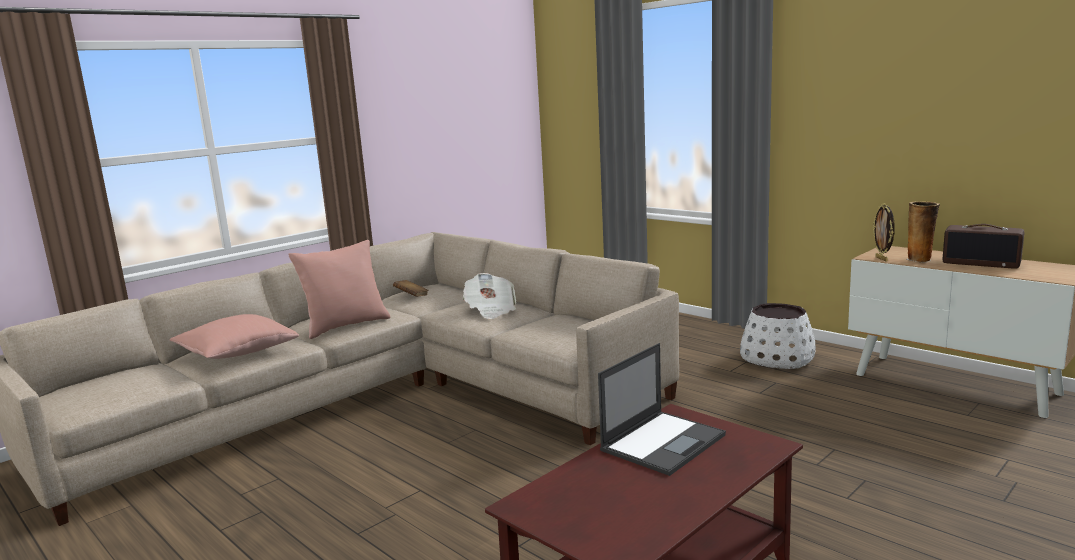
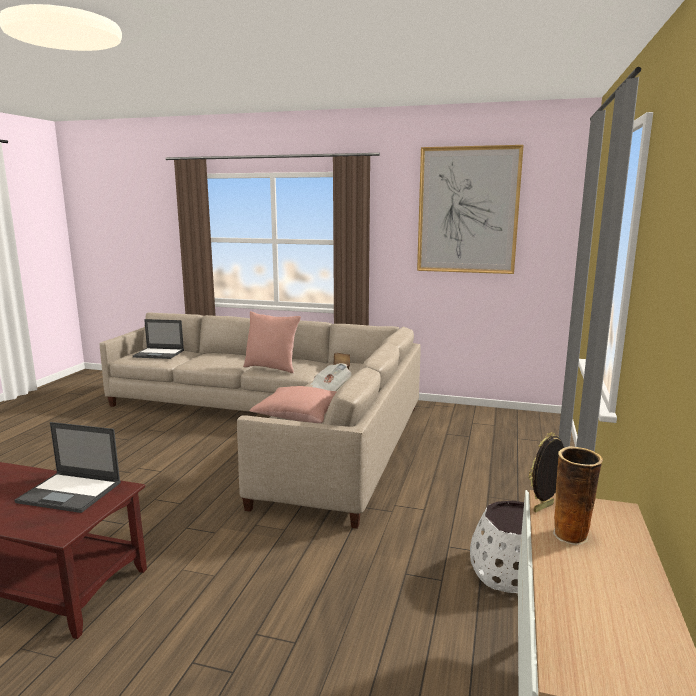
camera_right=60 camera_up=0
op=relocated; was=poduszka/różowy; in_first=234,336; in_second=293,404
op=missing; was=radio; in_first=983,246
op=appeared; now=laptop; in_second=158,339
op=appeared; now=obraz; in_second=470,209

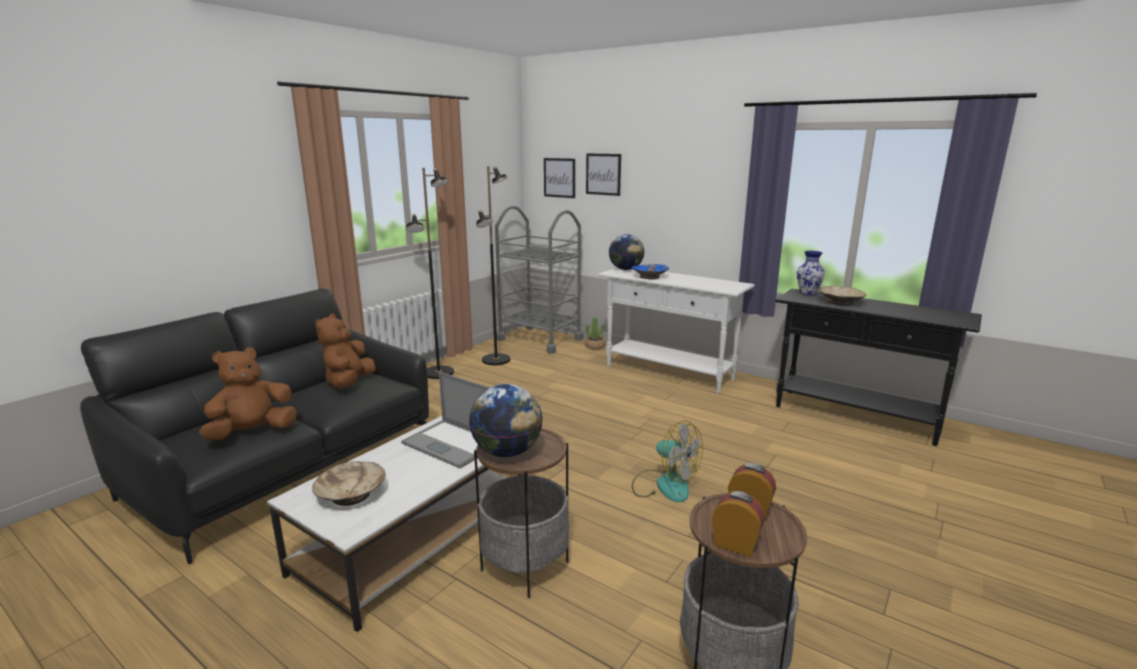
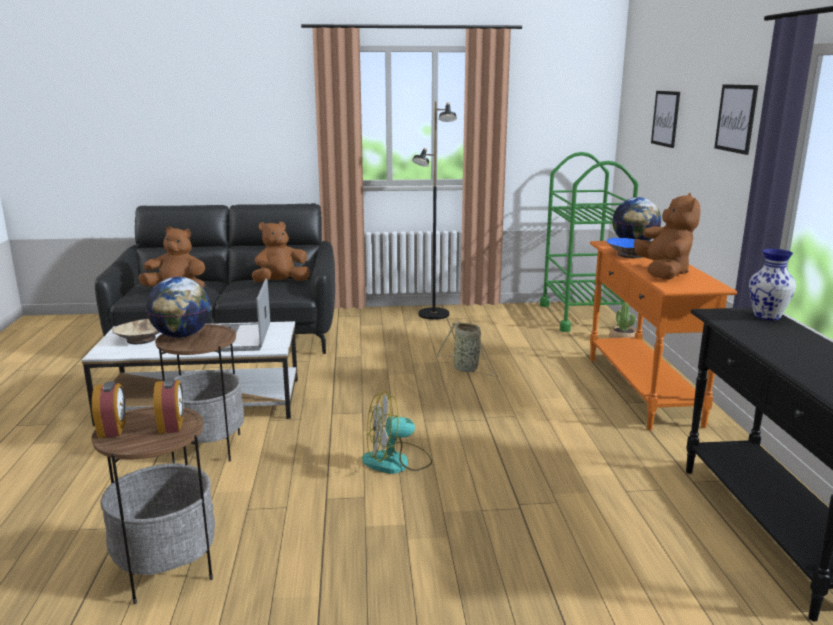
camera_right=50 camera_up=0
op=missing; was=lampa stojąca/czarny; in_first=493,265
op=colour; was=wózek/szary; now=wózek/zielony; in_first=539,280; in_second=589,242
op=relocated; was=obraz; in_first=559,178; in_second=736,119
op=colour; was=stolik konsolowy/biały; now=stolik konsolowy/pomarańczowy; in_first=676,330; in_second=663,335
op=spun; was=wentylator; in_first=667,461; in_second=397,432; clockwise=75
op=missing; was=miska/beżowy; in_first=842,296
op=appeared; now=koszyk; in_second=467,349
op=appeared; now=pluszak/brązowy; in_second=667,236

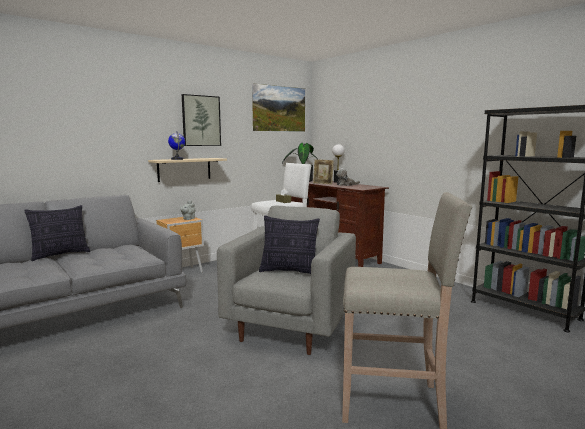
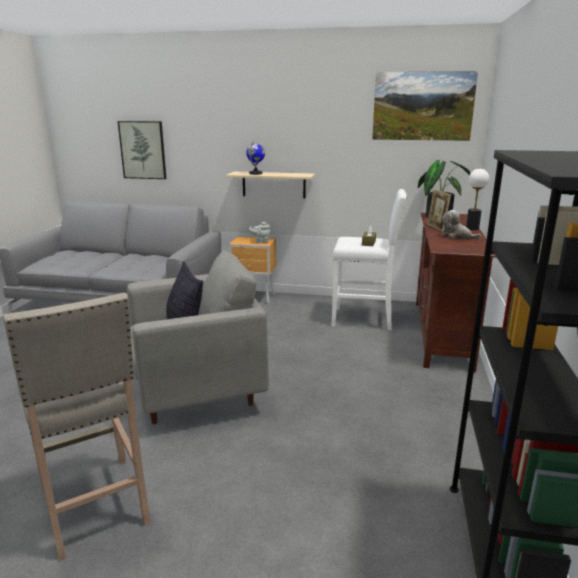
camera_right=50 camera_up=10
op=missing; was=poduszka; in_first=57,233
op=relocated; was=obraz; in_first=201,120; in_second=142,150

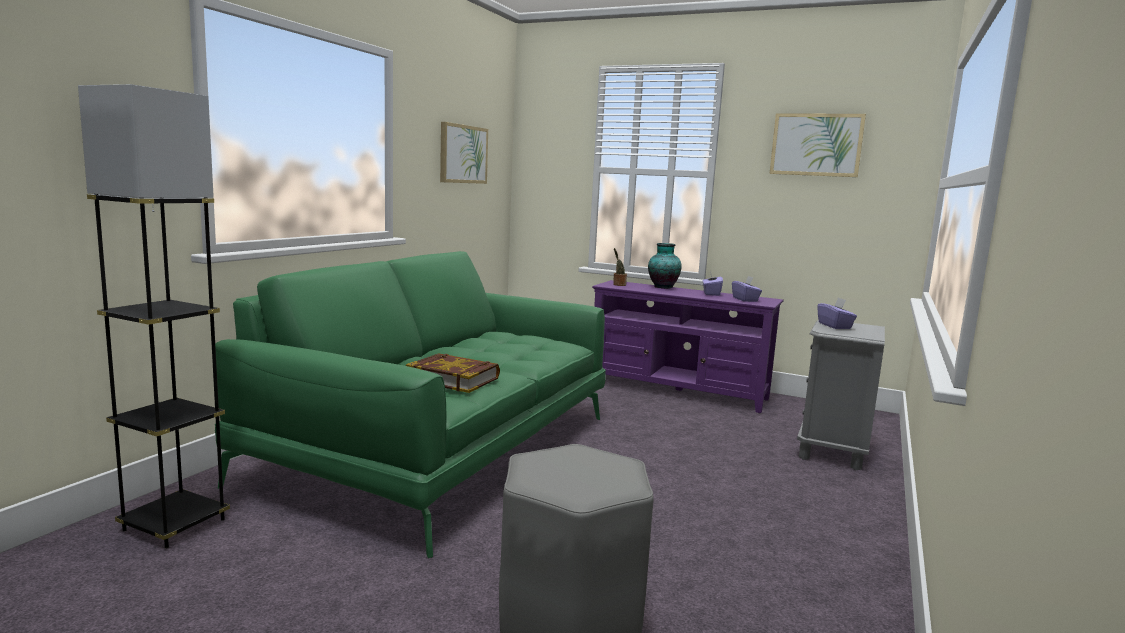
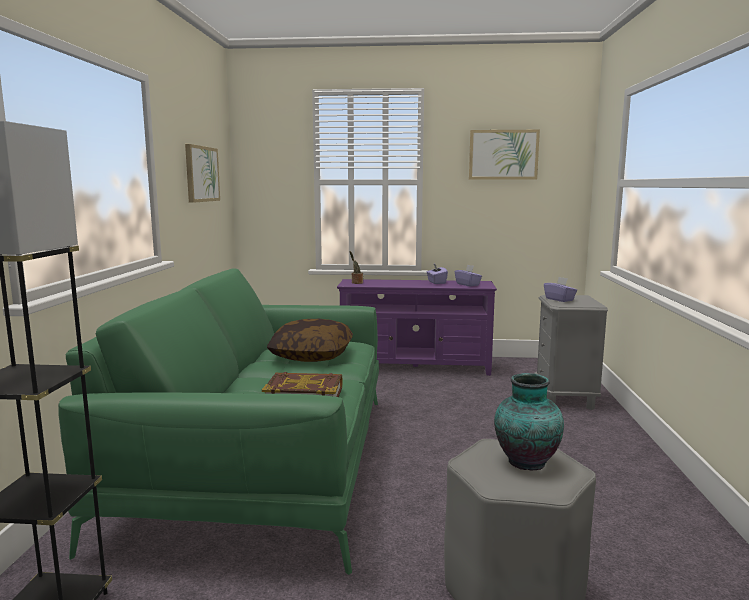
camera_right=-20 camera_up=0
op=relocated; was=wazon; in_first=665,266; in_second=529,421
op=appeared; now=poduszka; in_second=310,340

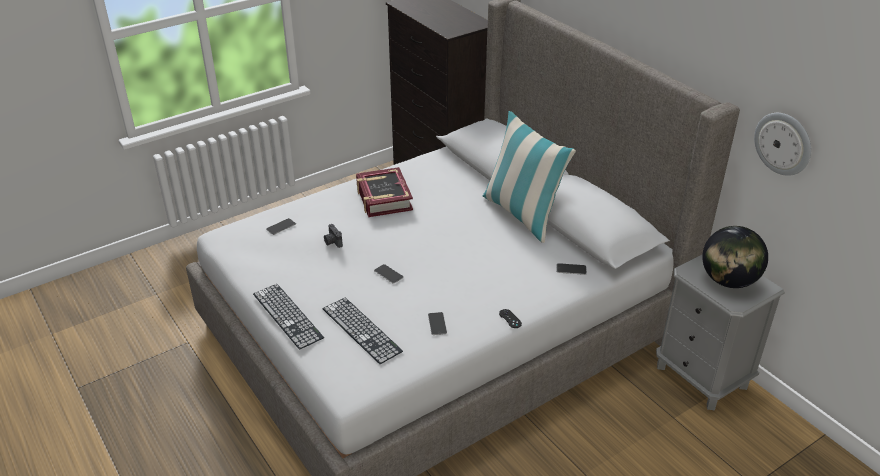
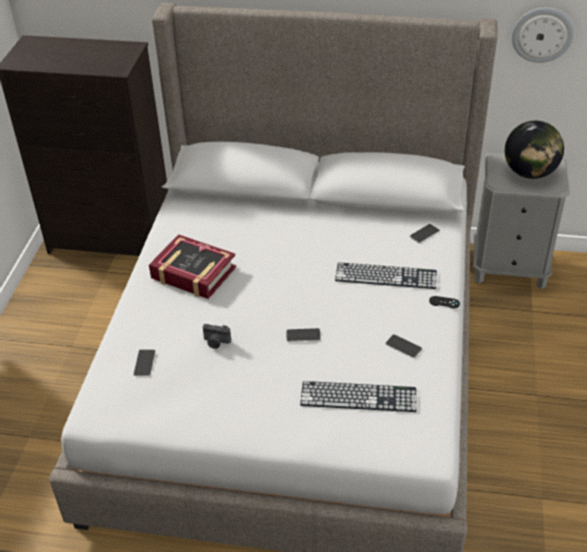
camera_right=-45 camera_up=5
op=relocated; was=klawiatura; in_first=288,317; in_second=386,275
op=missing; was=poduszka; in_first=529,177

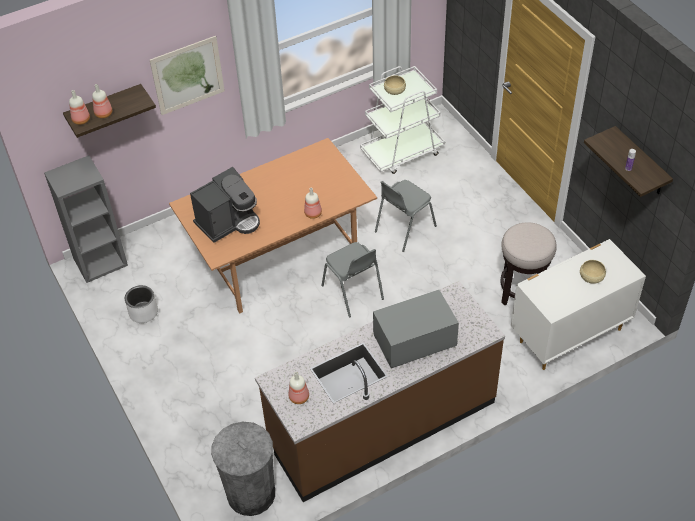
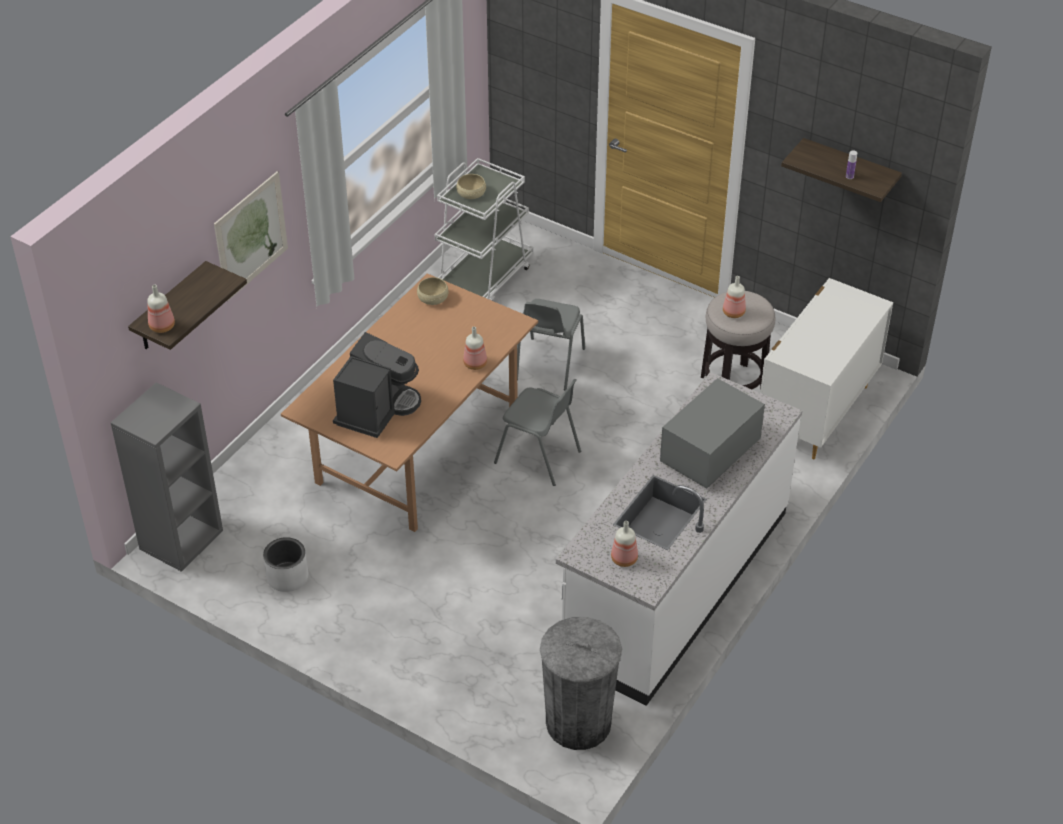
camera_right=-30 camera_up=-5
op=relocated; was=butelka; in_first=102,101; in_second=734,297
op=colour; was=zabudowa kuchenna/brązowy; now=zabudowa kuchenna/biały; in_first=380,391; in_second=679,539
op=relocated; was=miska/beżowy; in_first=593,272; in_second=433,291

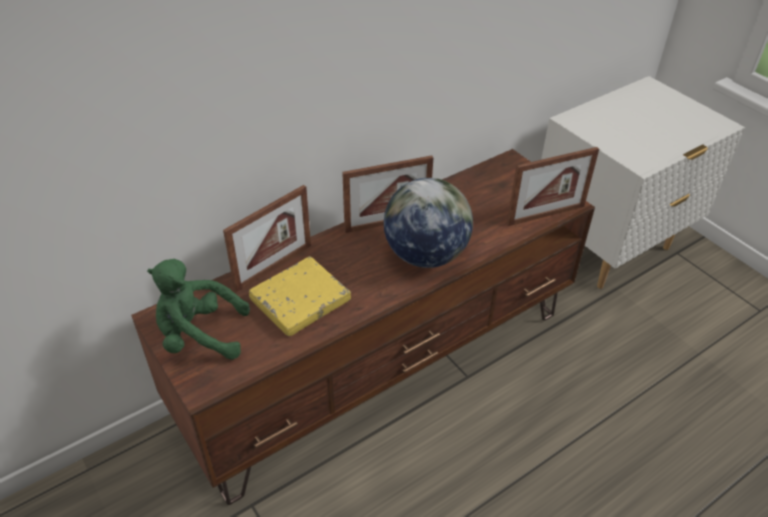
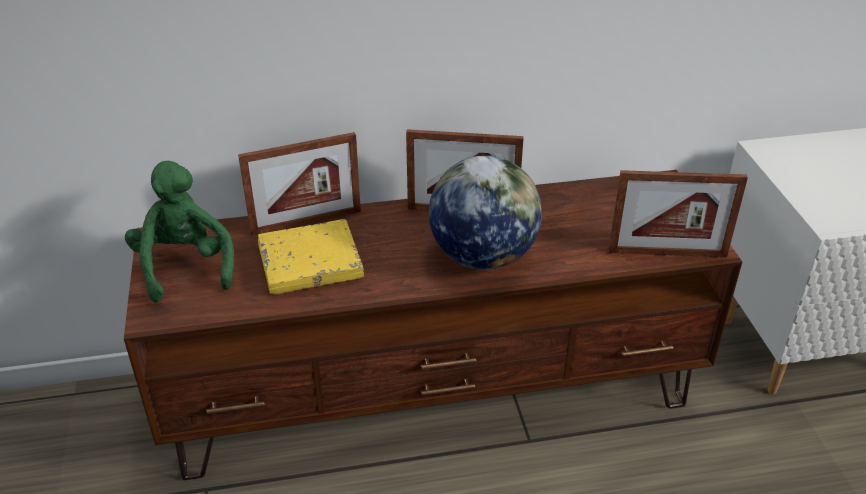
camera_right=25 camera_up=-5
op=spun; was=pluszak/zielony; in_first=198,309; in_second=179,231; clockwise=45

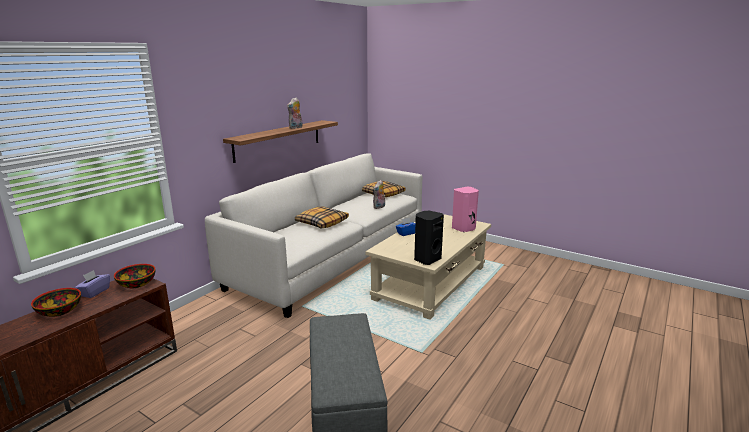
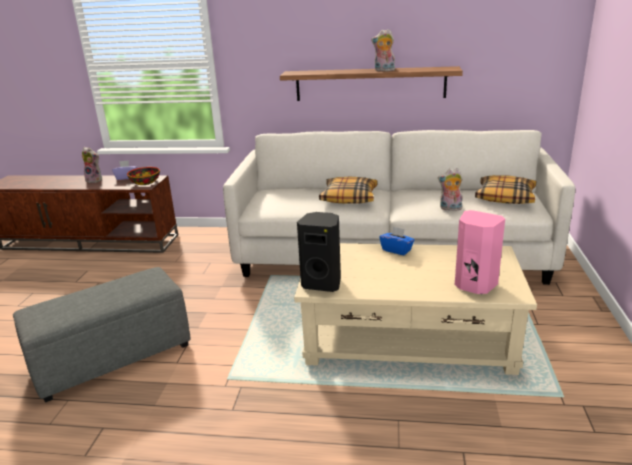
camera_right=65 camera_up=5
op=exchanged; was=miska; now=pluszak; in_first=56,302; in_second=92,165

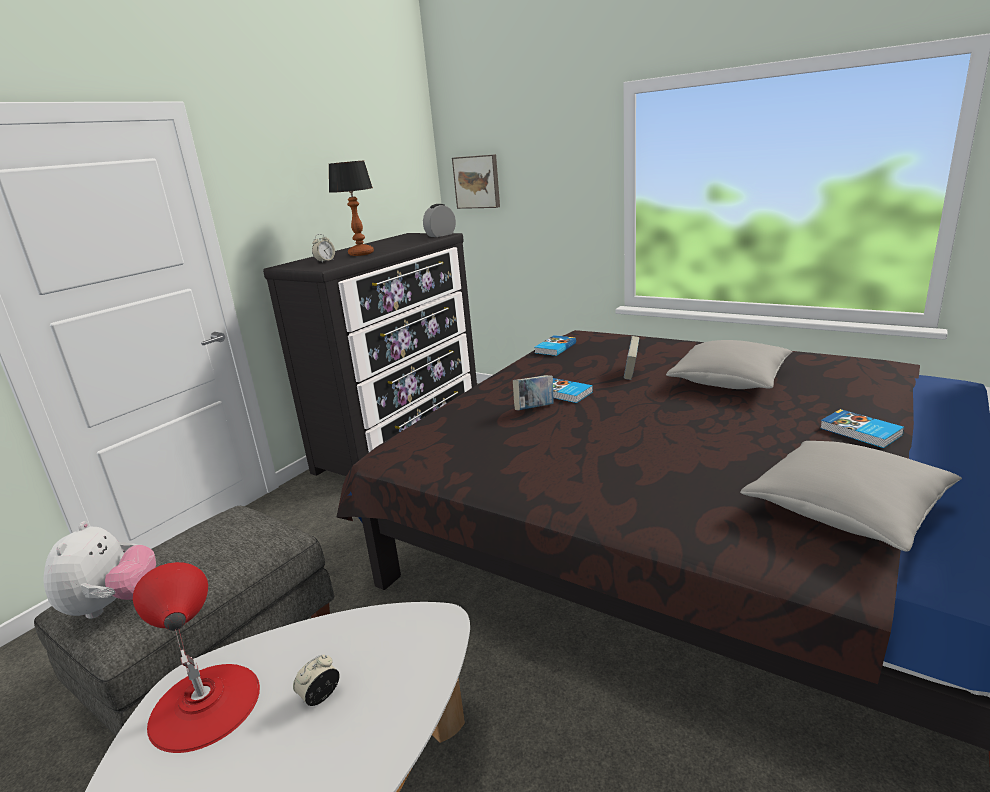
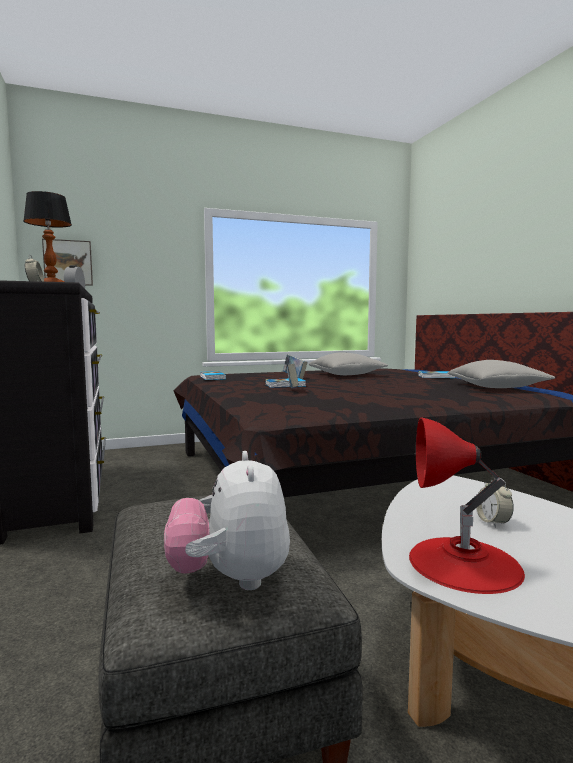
camera_right=-55 camera_up=-15
op=spun; was=pluszak; in_first=99,570; in_second=227,520; clockwise=-135

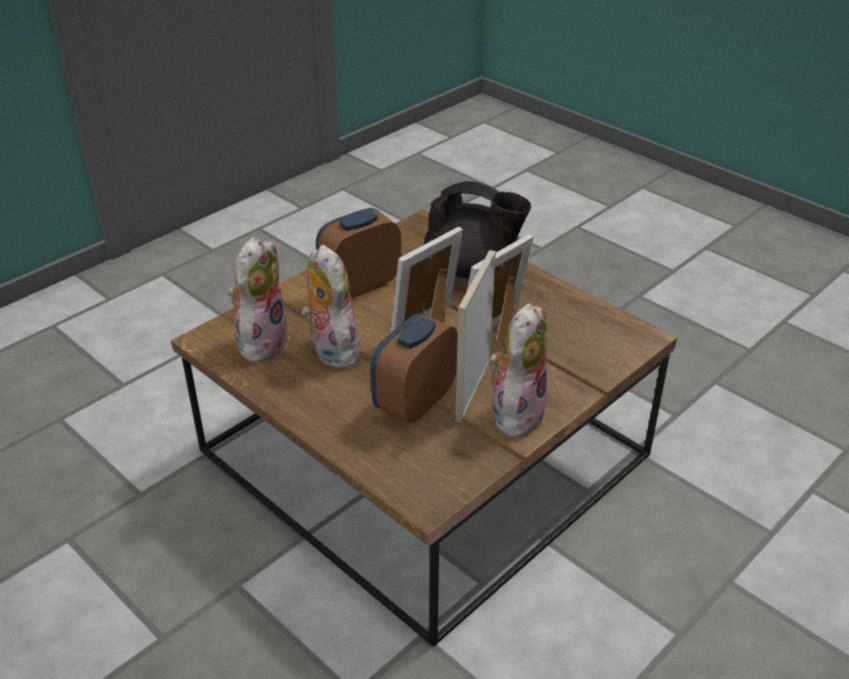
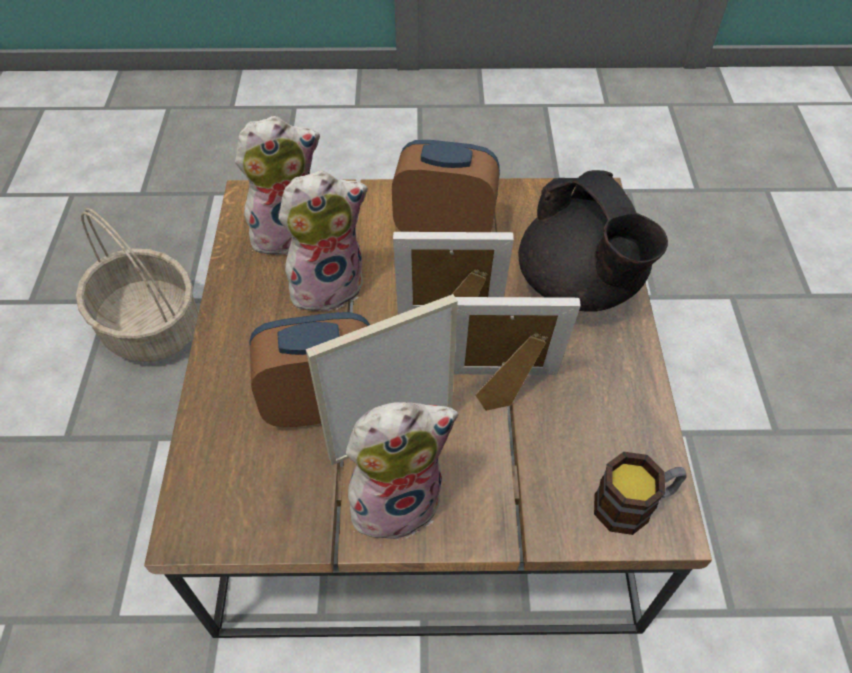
camera_right=45 camera_up=15
op=spun; was=pluszak; in_first=330,306; in_second=323,240; clockwise=45
op=appeared; now=koszyk; in_second=137,285
op=appeared; now=kubek; in_second=640,493

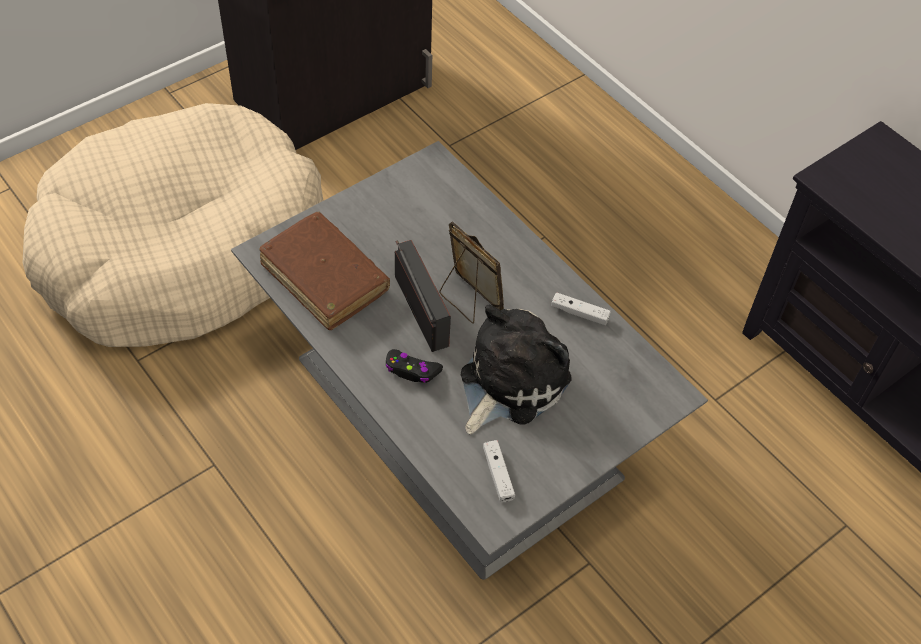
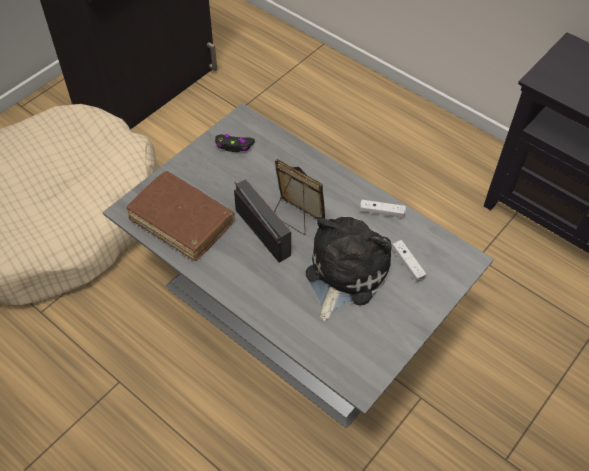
camera_right=-10 camera_up=0
op=relocated; was=pad do gier/czarny; in_first=414,366; in_second=235,143
op=relocated; was=pad do gier/biały; in_first=499,471; in_second=409,261

